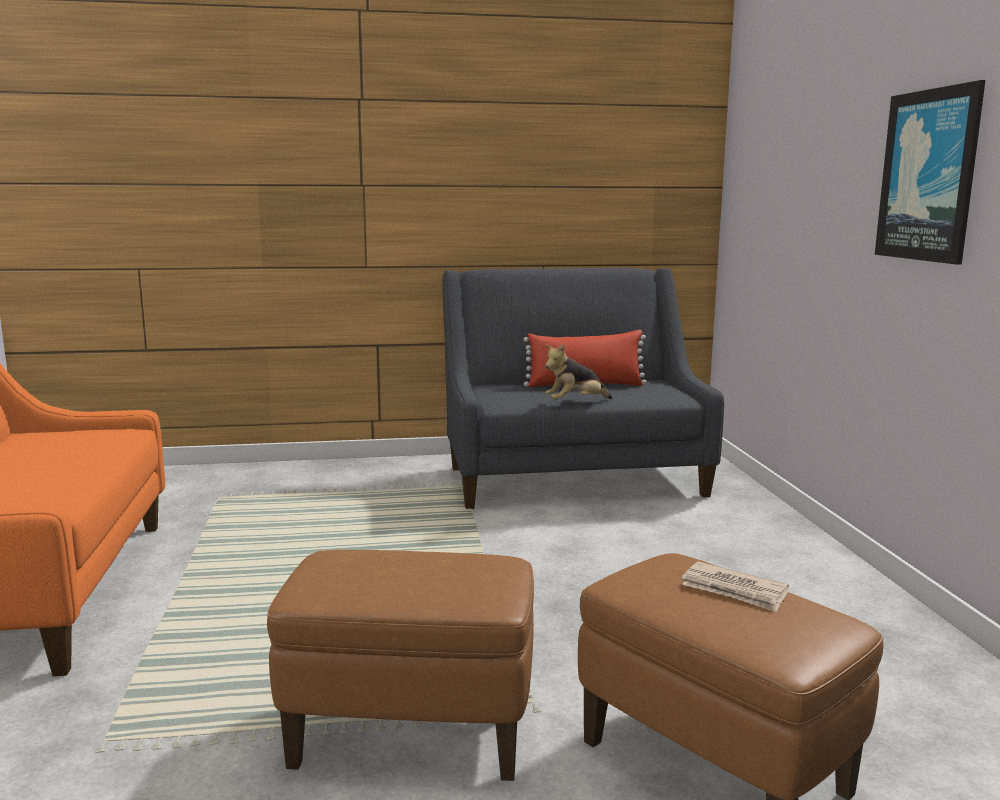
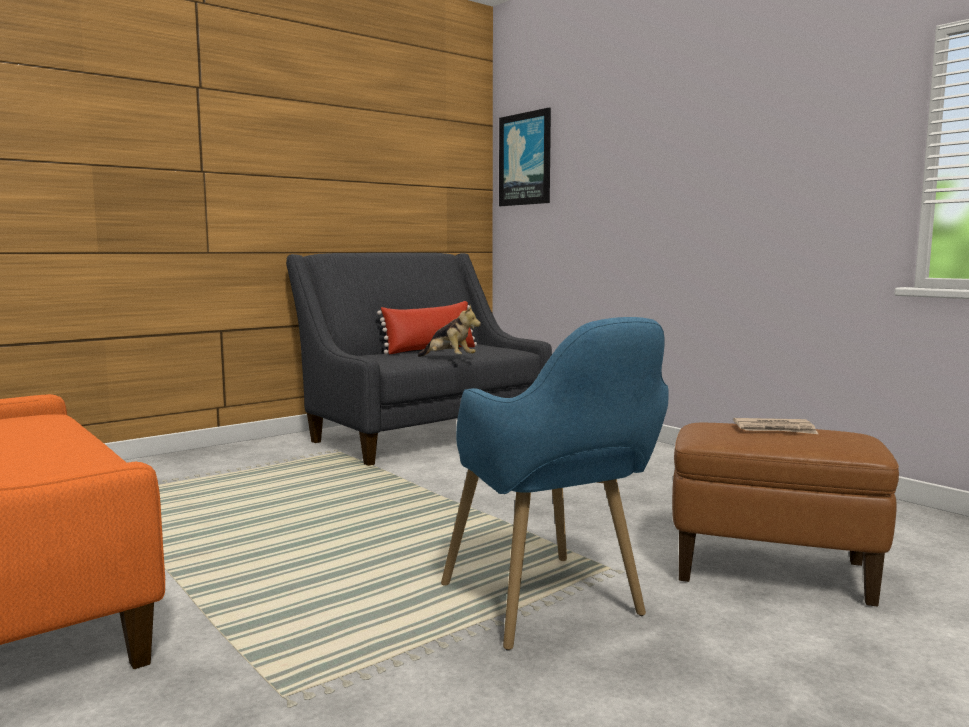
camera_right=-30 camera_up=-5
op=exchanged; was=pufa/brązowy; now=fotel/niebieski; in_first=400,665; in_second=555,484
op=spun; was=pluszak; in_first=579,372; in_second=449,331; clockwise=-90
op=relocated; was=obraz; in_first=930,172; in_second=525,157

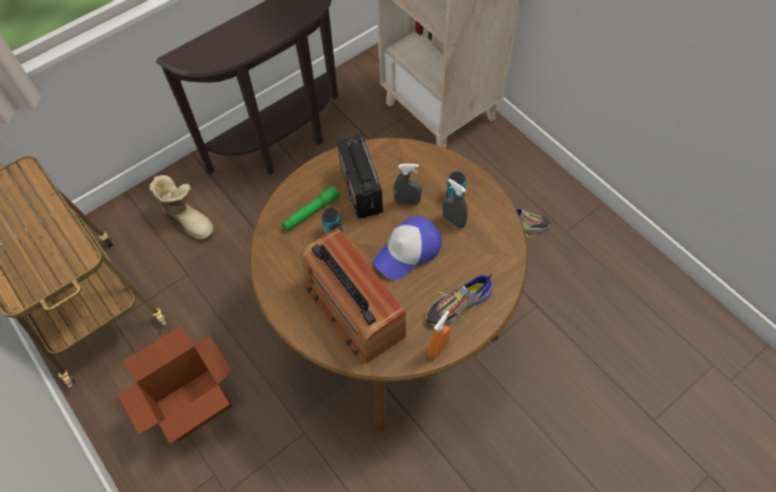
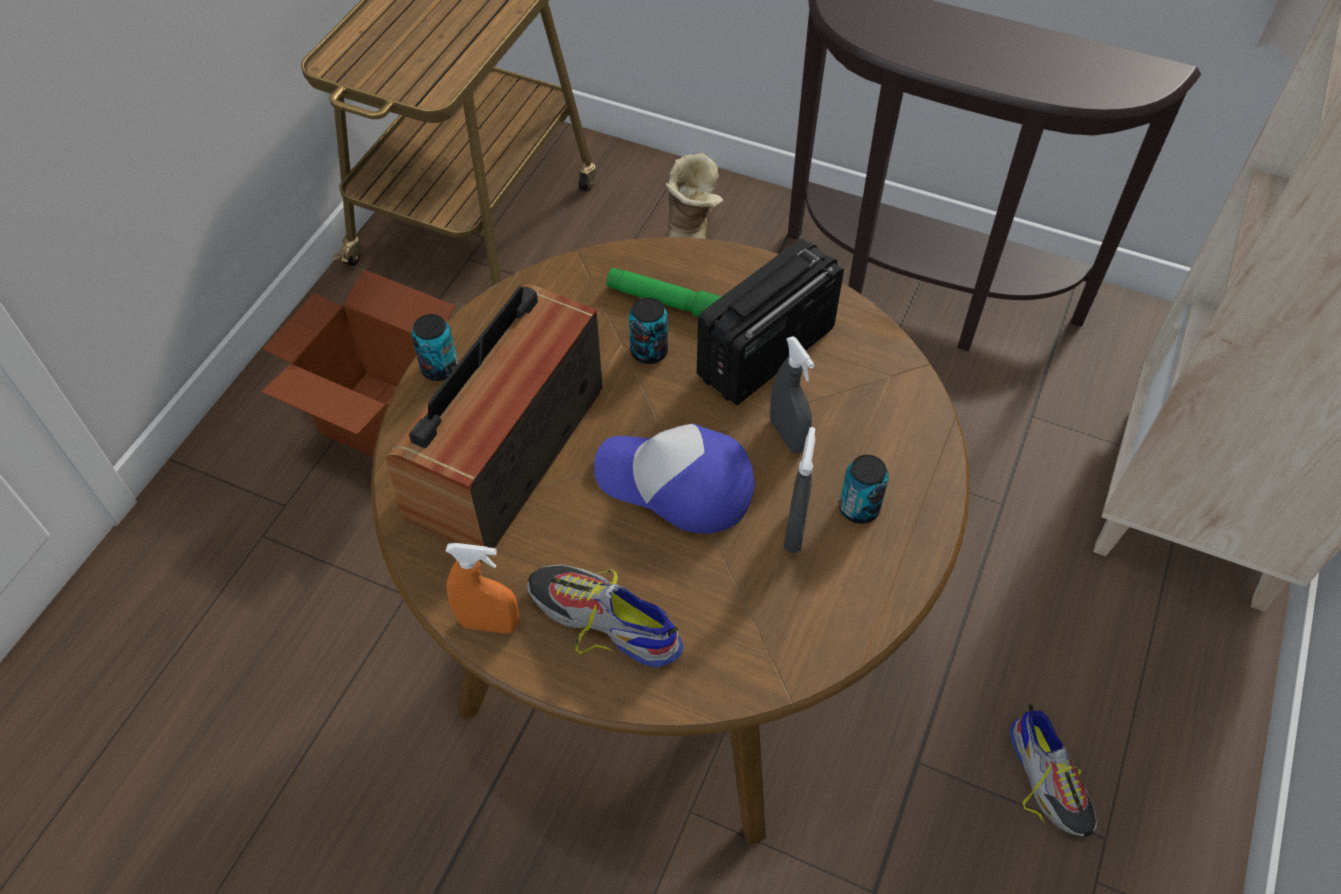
camera_right=60 camera_up=-5
op=appeared; now=puszka; in_second=434,347

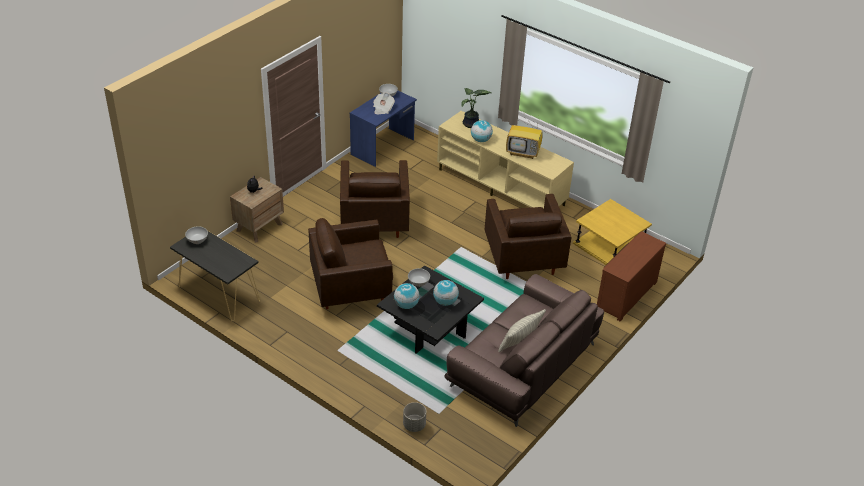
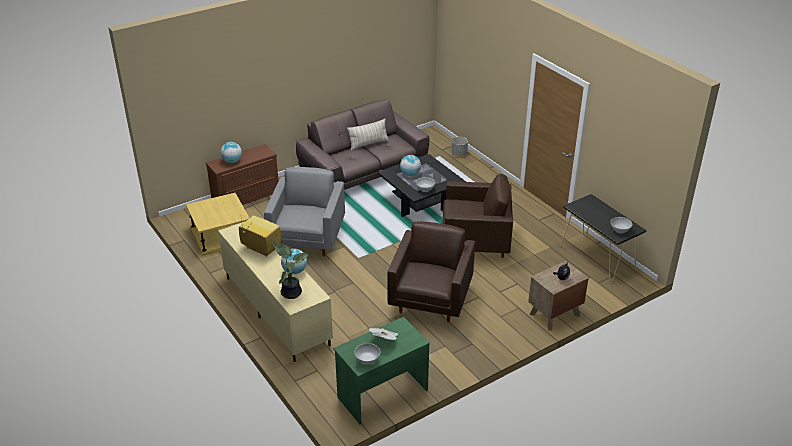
camera_right=-160 camera_up=-5
op=colour; was=biurko/niebieski; now=biurko/zielony; in_first=383,129; in_second=381,370
op=relocated; was=globus; in_first=407,296; in_second=231,152
op=colour; was=fotel/brązowy; now=fotel/szary; in_first=528,236; in_second=304,211

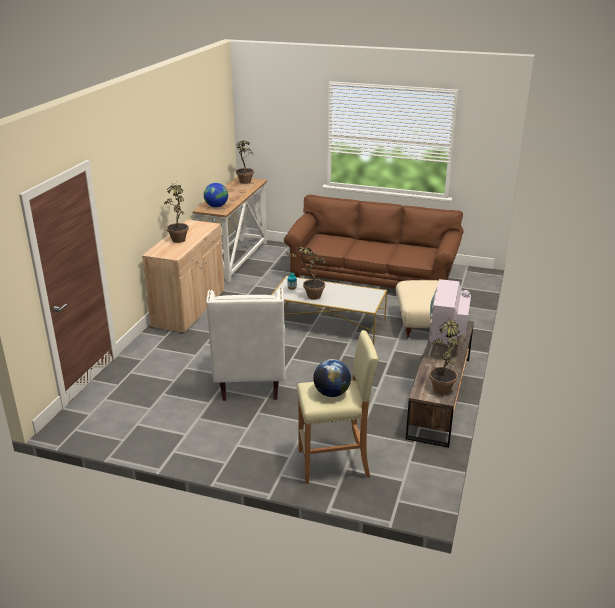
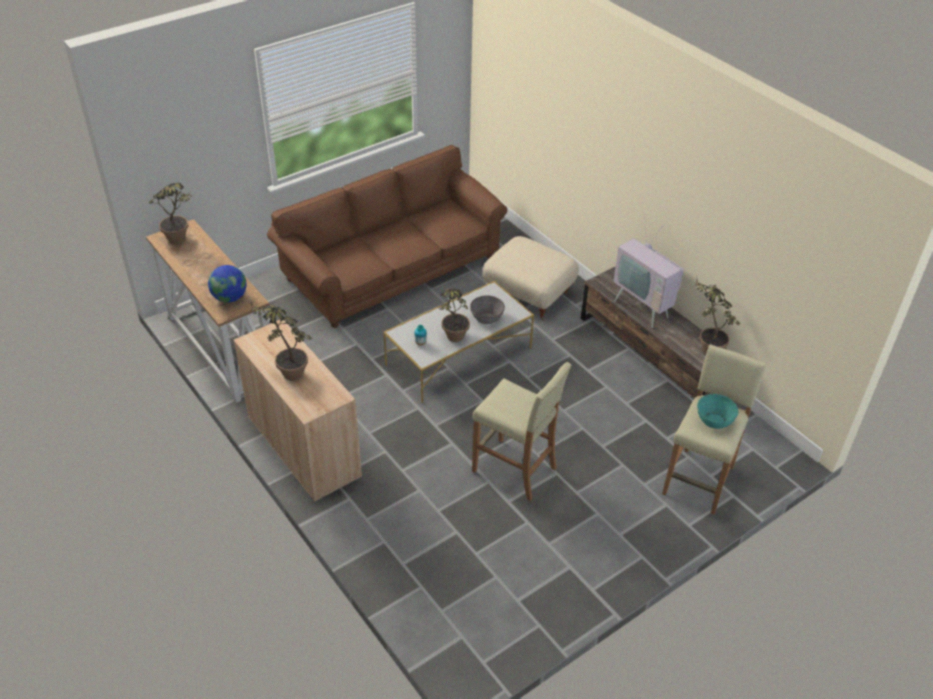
camera_right=-55 camera_up=15
op=exchanged; was=fotel/biały; now=stołek/beżowy; in_first=245,344; in_second=522,431
op=exchanged; was=globus; now=miska/turkusowy; in_first=332,378; in_second=717,411
op=appeared; now=miska/szary; in_second=487,309

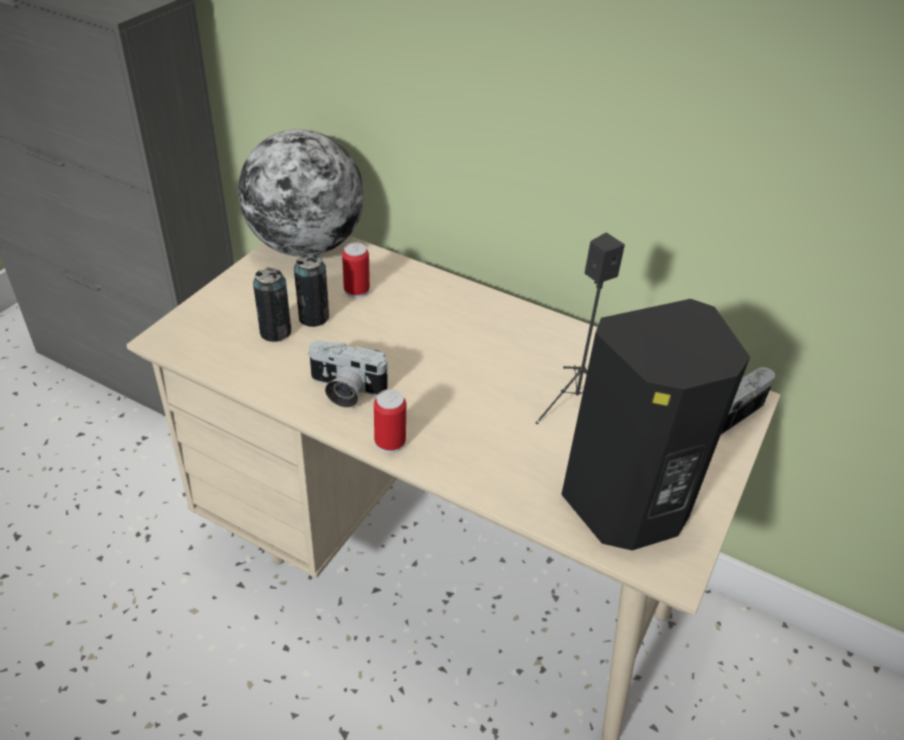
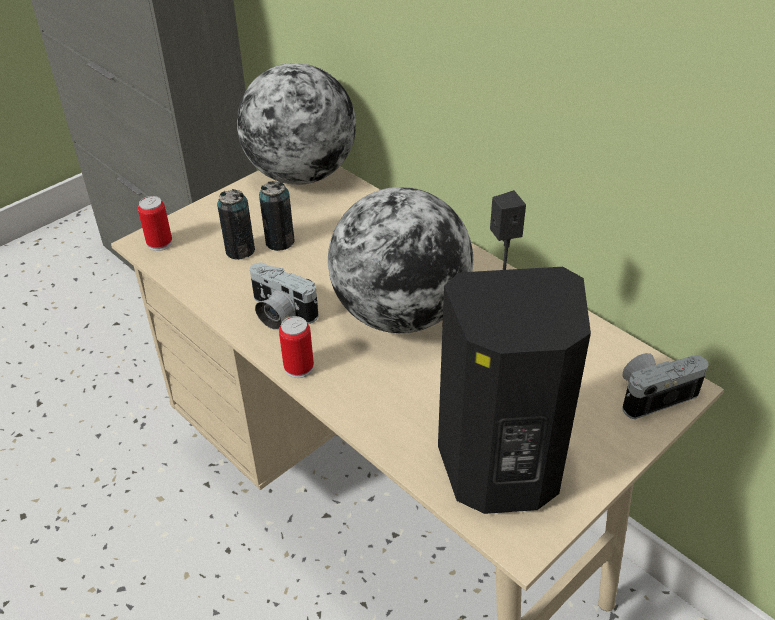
camera_right=20 camera_up=0
op=relocated; was=puszka; in_first=356,270; in_second=155,223
op=appeared; now=globus; in_second=400,260

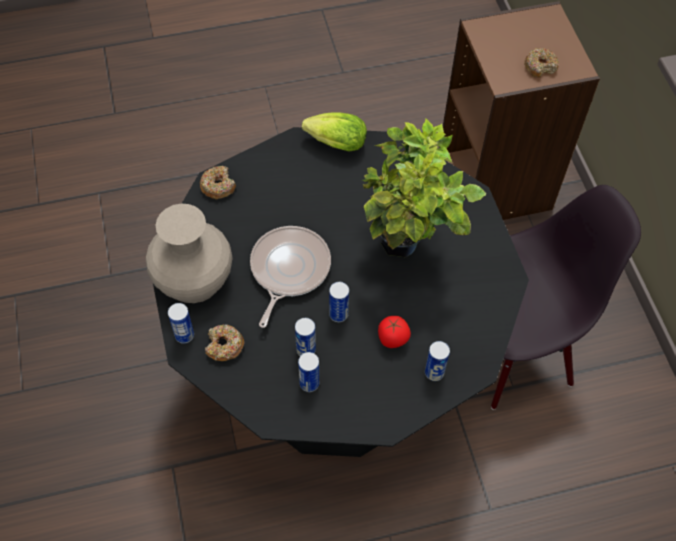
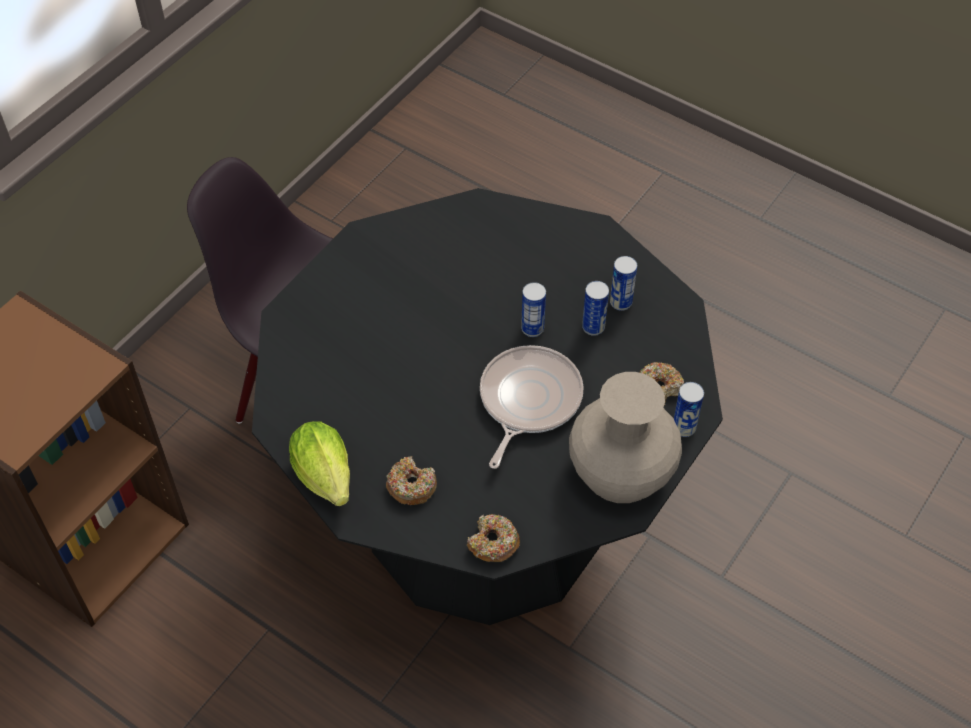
camera_right=-130 camera_up=-5
op=spun; was=patelnia; in_first=290,277; in_second=532,407; clockwise=135
op=missing; was=roślina doniczkowa; in_first=424,188
op=missing; was=pomidor; in_first=394,332
op=missing; was=puszka; in_first=437,361
op=relocated; was=donut; in_first=541,63; in_second=411,480

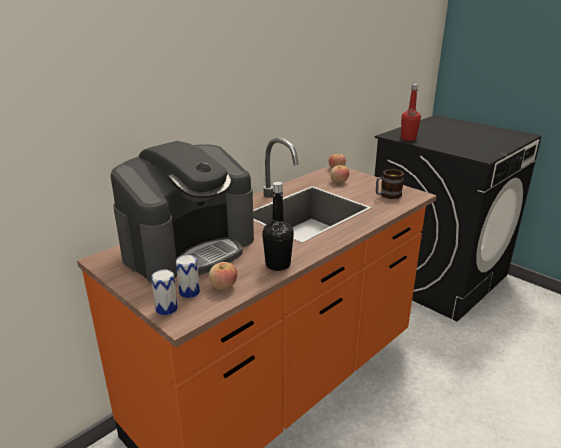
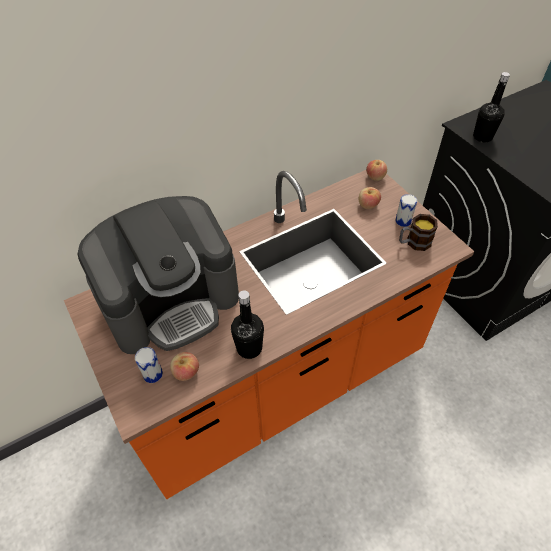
camera_right=15 camera_up=25
op=relocated; was=puszka; in_first=164,292; in_second=406,210
op=colour; was=butelka/czerwony; now=butelka/czarny; in_first=411,112; in_second=491,107

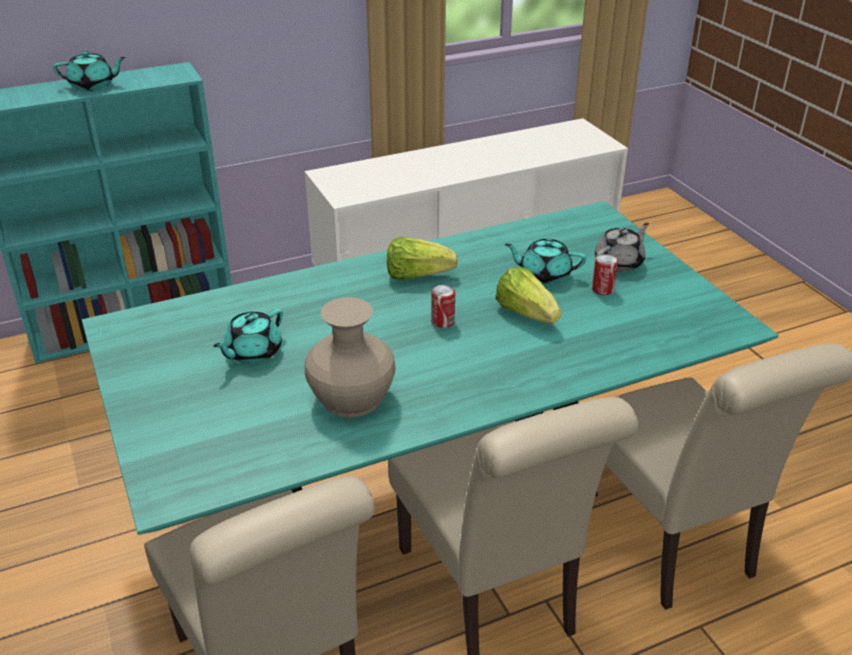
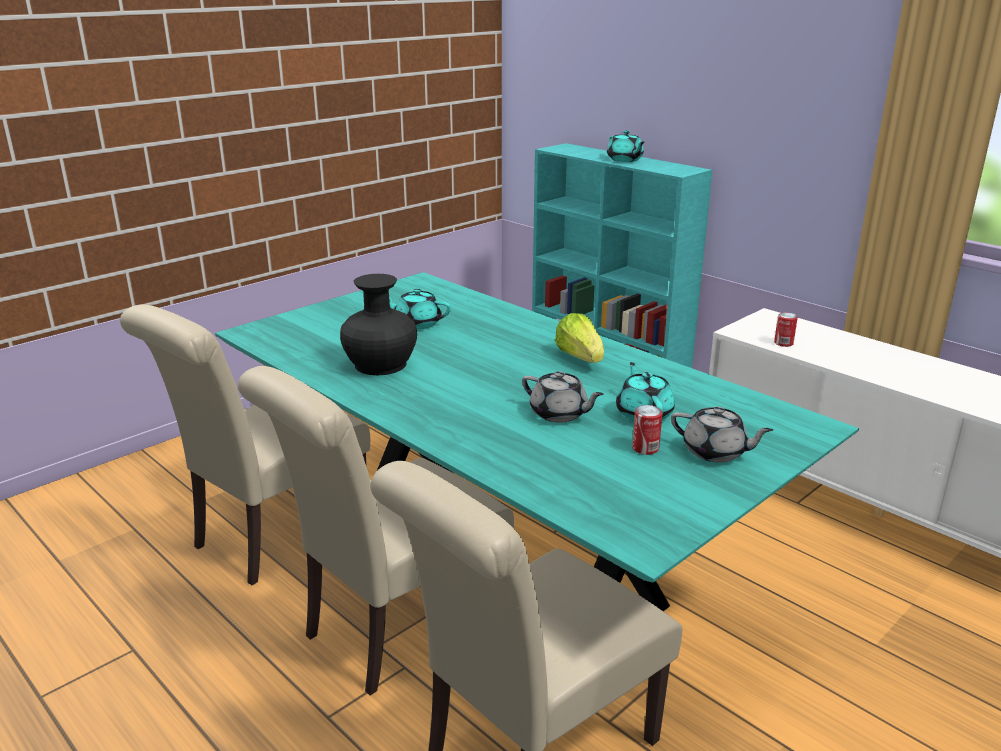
camera_right=70 camera_up=-10
op=colour; was=wazon/beżowy; now=wazon/czarny; in_first=350,357; in_second=378,324
op=relocated; was=puszka; in_first=443,306; in_second=786,329
op=exchanged; was=sałata; now=imbryk/szary; in_first=528,295; in_second=563,396

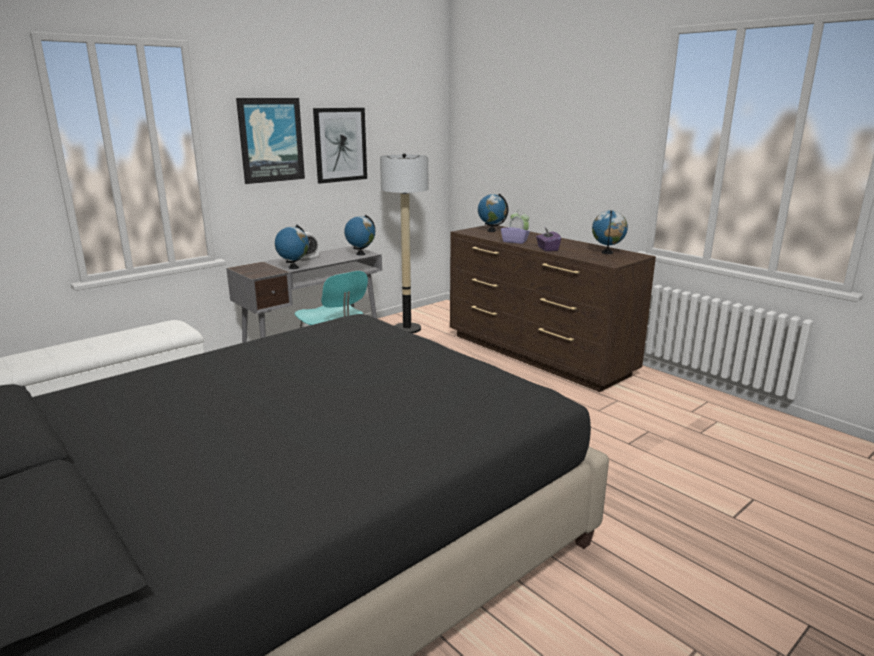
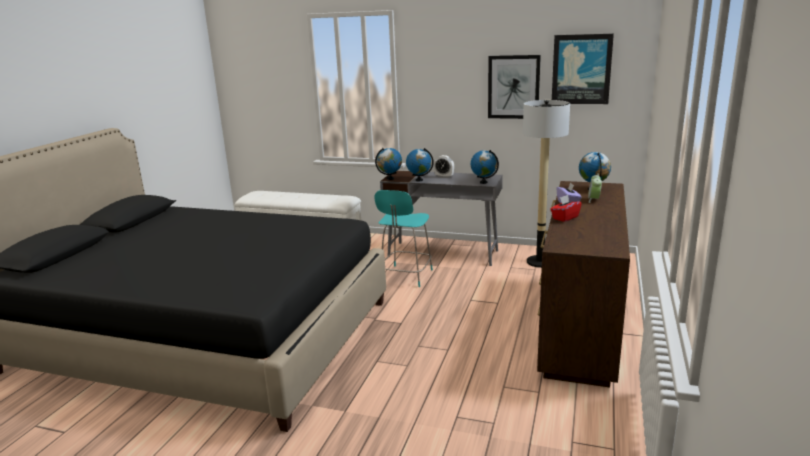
camera_right=60 camera_up=0
op=relocated; was=obraz; in_first=270,141; in_second=583,69
op=colour; was=pudełko chusteczek/fioletowy; now=pudełko chusteczek/czerwony; in_first=548,239; in_second=566,208
op=relocated; was=globus; in_first=610,232; in_second=388,164

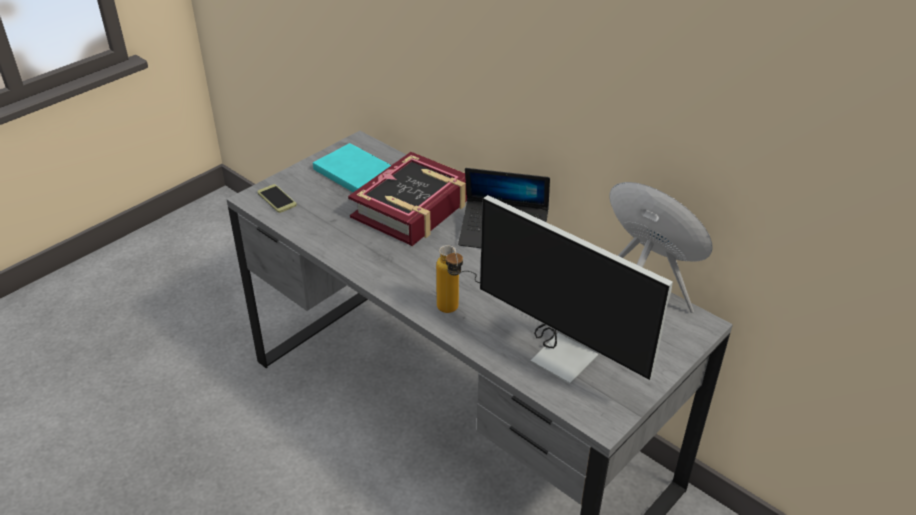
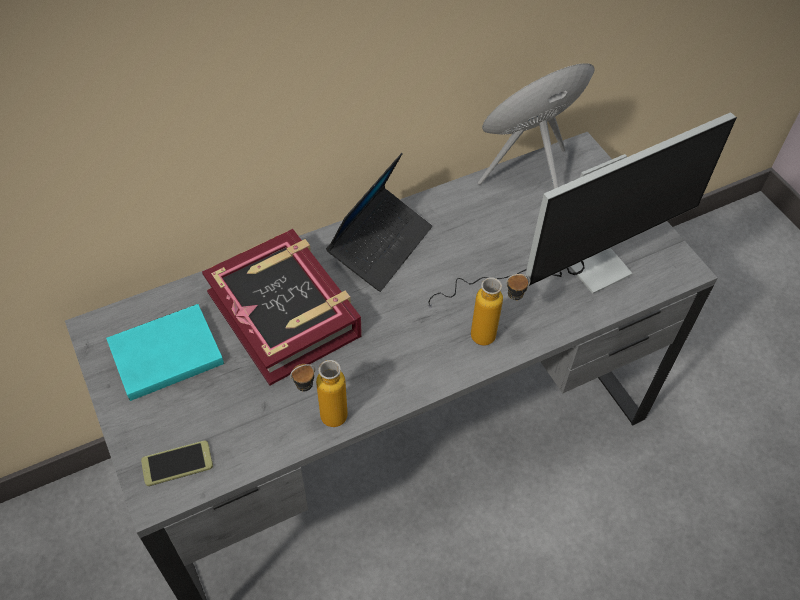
camera_right=-70 camera_up=15
op=appeared; now=butelka; in_second=319,393

